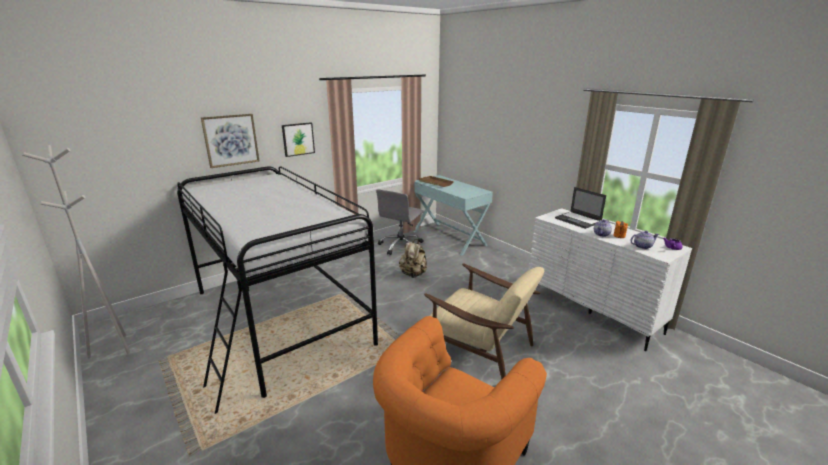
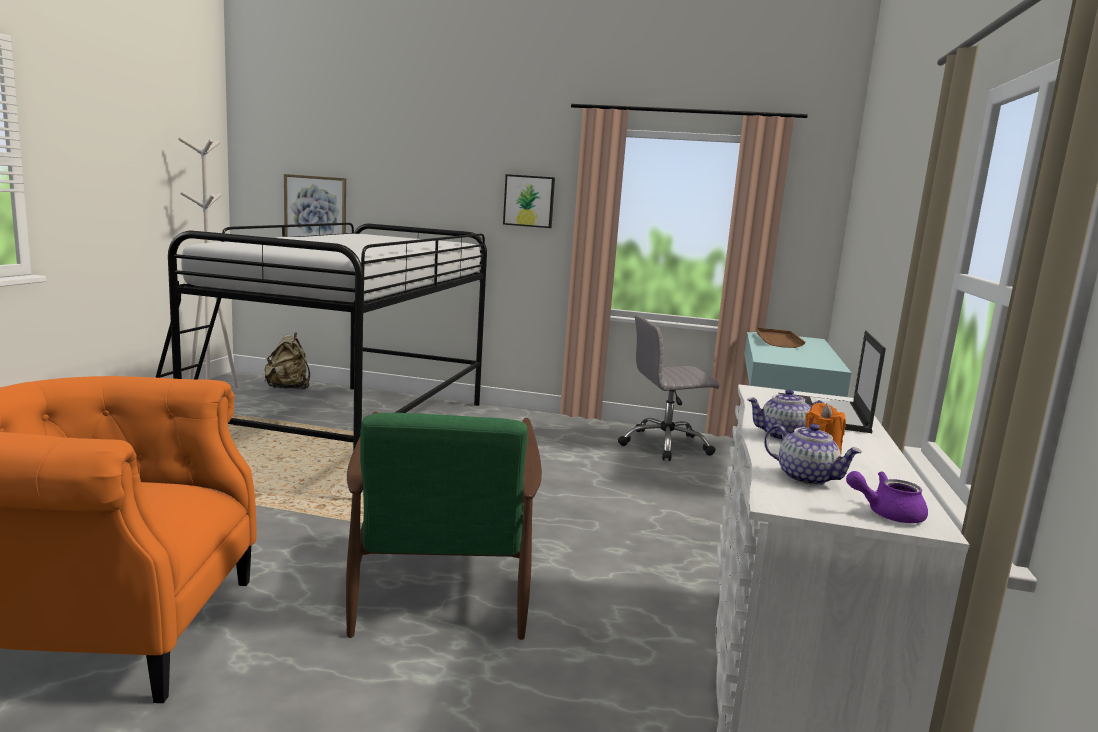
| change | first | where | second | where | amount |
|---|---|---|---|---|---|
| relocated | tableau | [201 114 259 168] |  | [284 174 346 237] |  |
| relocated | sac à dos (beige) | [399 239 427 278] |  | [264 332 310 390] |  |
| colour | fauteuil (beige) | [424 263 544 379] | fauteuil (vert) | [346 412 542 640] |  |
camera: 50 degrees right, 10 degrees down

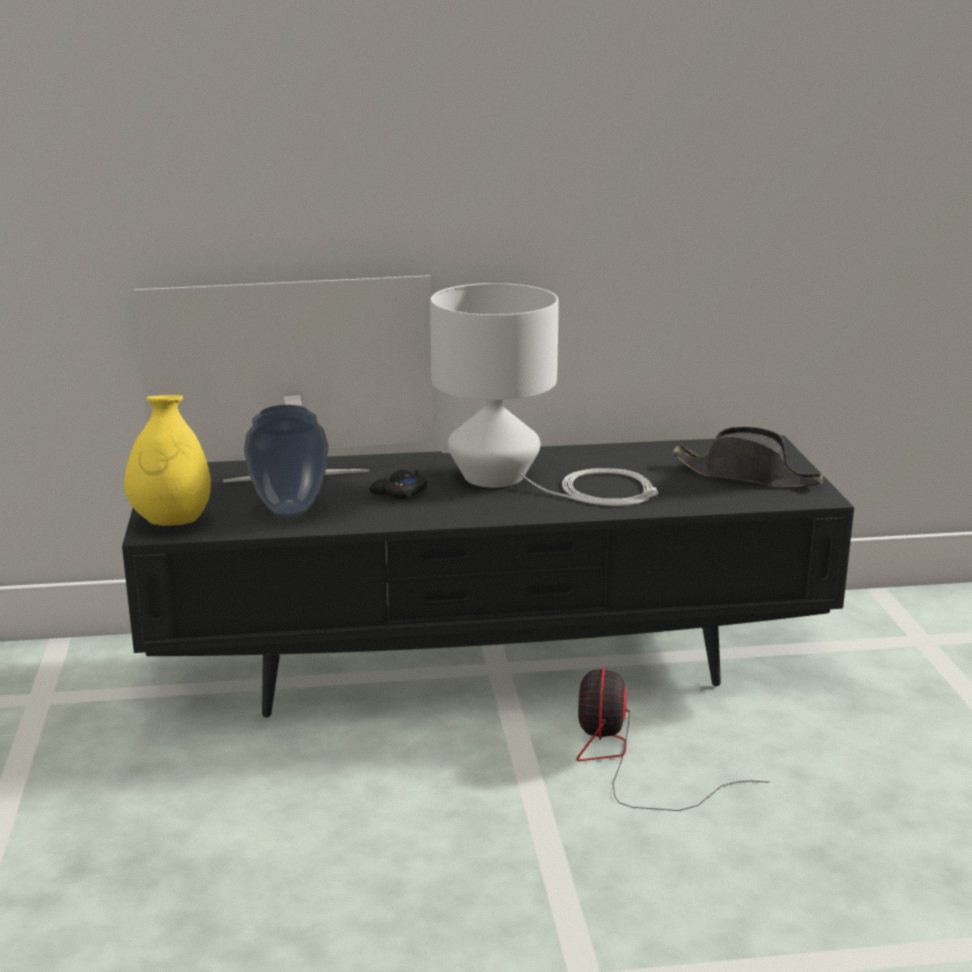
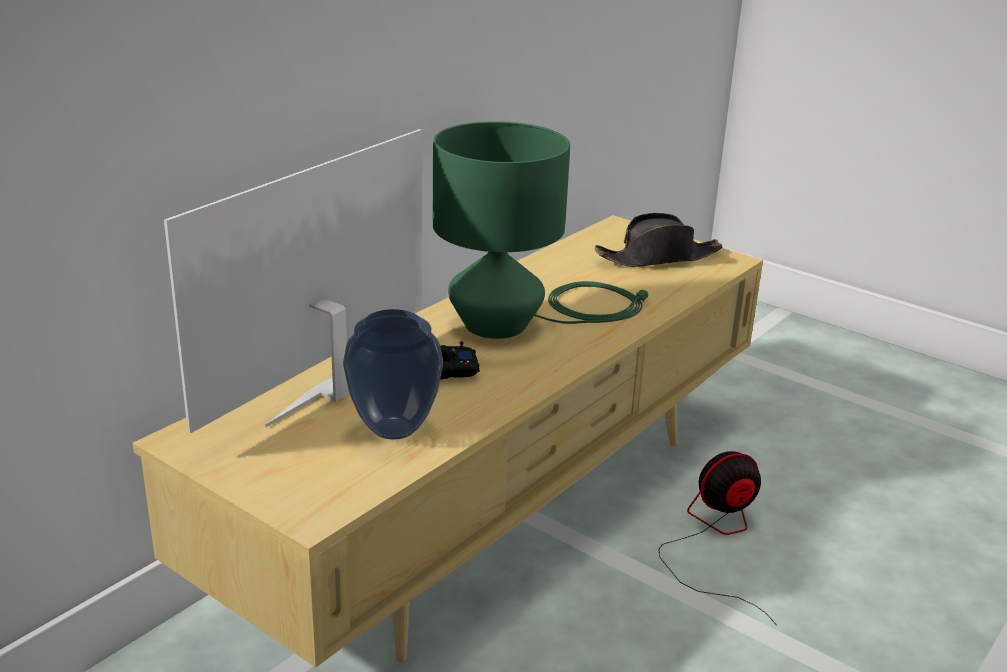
| change | first | where | second | where | amount |
|---|---|---|---|---|---|
| missing | vase (jaune) | [124 395 211 526] |  |  |  |
| colour | meuble télé (noir) | [122 435 854 718] | meuble télé (beige) | [132 215 763 668] |  |
| colour | lampe de table (gris) | [430 283 658 506] | lampe de table (vert) | [433 121 648 339] |  |
| spun | ventilateur | [576 667 770 811] |  | [659 451 777 626] | 105 degrees clockwise |
camera: 45 degrees left, 5 degrees up

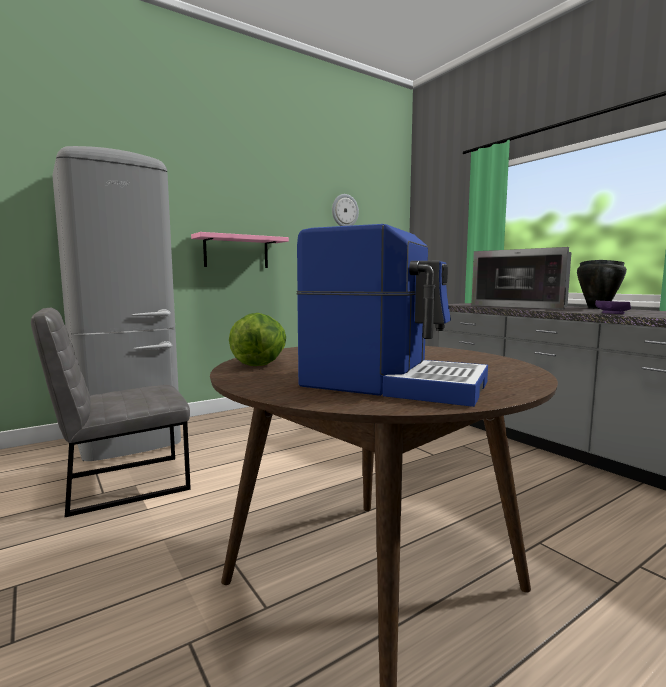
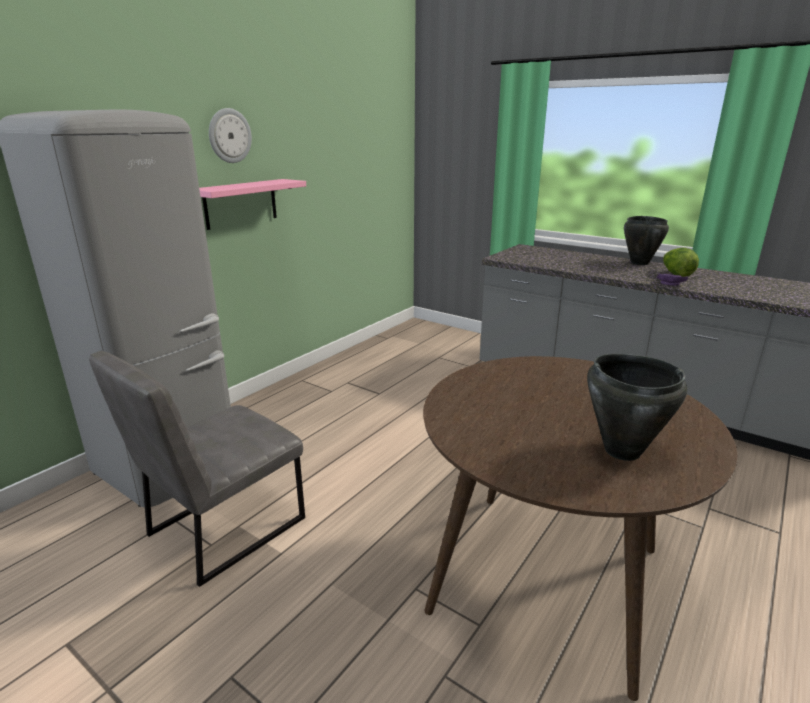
| change | first | where | second | where | amount |
|---|---|---|---|---|---|
| missing | micro-ondes | [471 247 571 310] |  |  |  |
| relocated | laitue | [229 313 286 366] |  | [663 248 699 277] |  |
| relocated | horloge murale | [332 194 359 226] |  | [209 108 252 163] |  |
| exchanged | machine à café | [296 224 488 407] | marmite (noir) | [587 354 687 461] |  |
camera: 20 degrees left, 15 degrees up

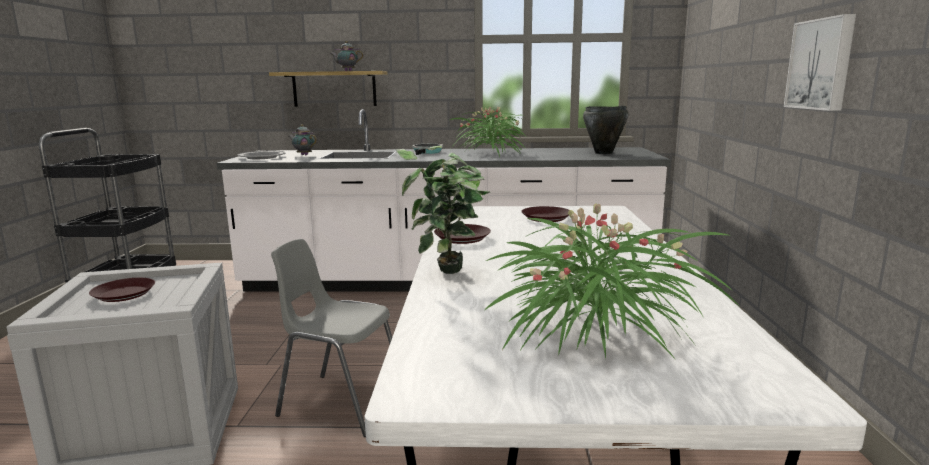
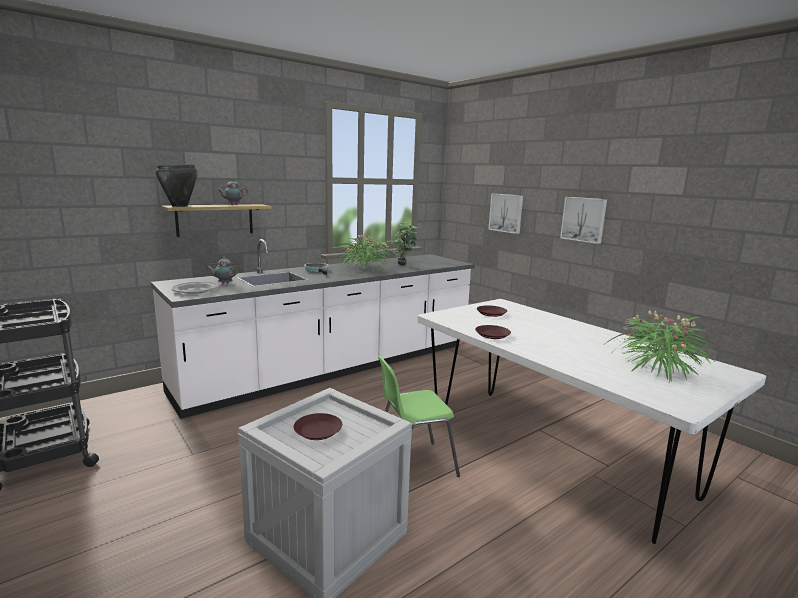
| change | first | where | second | where | amount |
|---|---|---|---|---|---|
| appeared |  |  | tableau | [488 193 523 234] |  |
| relocated | plante en pot | [396 146 490 274] |  | [392 222 419 265] |  |
| relocated | marmite (noir) | [583 106 628 154] |  | [156 165 197 207] |  |
| colour | chaise (gris) | [271 239 392 437] | chaise (vert) | [378 356 460 477] |  |
camera: 40 degrees left, 0 degrees up

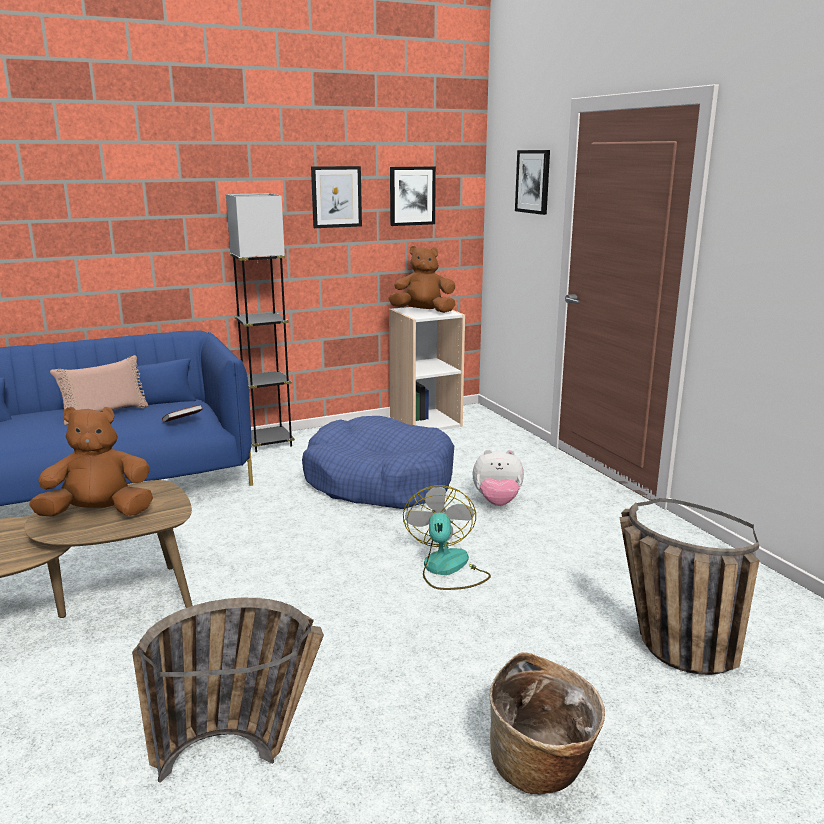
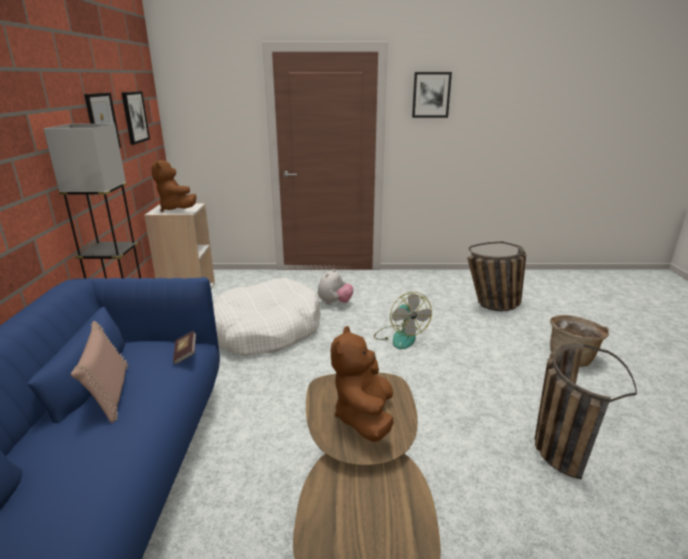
| change | first | where | second | where | amount |
|---|---|---|---|---|---|
| relocated | tableau | [515 150 550 215] |  | [412 72 452 118] |  |
| colour | panier pour chien (bleu) | [302 416 454 509] | panier pour chien (blanc) | [213 278 321 356] |  |
| spun | peluche (marron) | [388 246 456 313] |  | [151 159 197 212] | 60 degrees counterclockwise |
| spun | ventilateur | [403 485 491 590] |  | [374 292 432 349] | 135 degrees counterclockwise |
camera: 65 degrees left, 5 degrees up

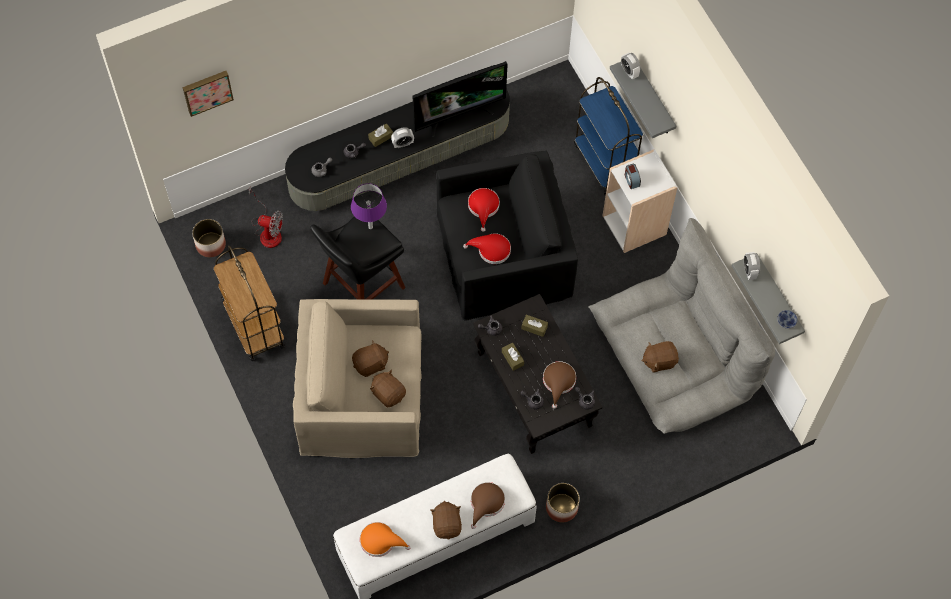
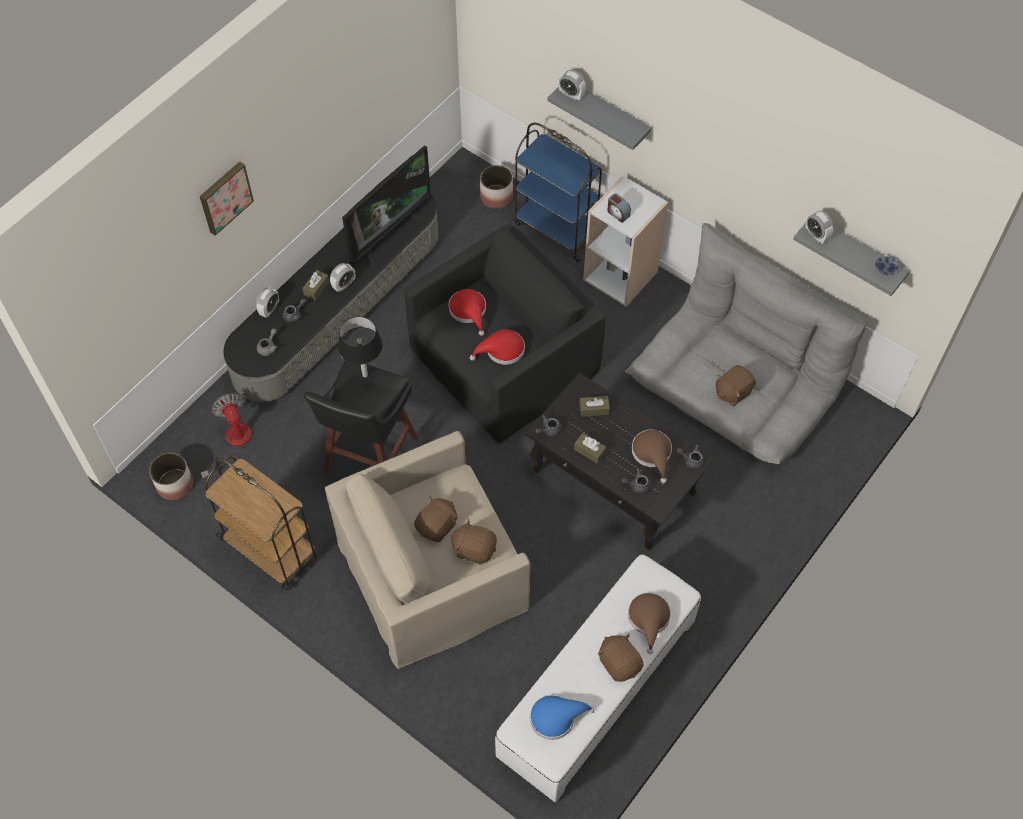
| change | first | where | second | where | amount |
|---|---|---|---|---|---|
| appeared |  |  | réveil | [256 287 279 318] |  |
| relocated | tableau | [183 71 234 117] |  | [200 162 254 236] |  |
| relocated | cache-pot | [546 483 580 522] |  | [480 165 513 209] |  |
| colour | lampe de table (violet) | [351 183 387 229] | lampe de table (noir) | [338 316 383 378] |  |
| colour | chapeau (orange) | [360 522 410 557] | chapeau (bleu) | [530 695 595 740] |  |
| spun | ventilateur | [248 186 283 248] |  | [201 393 252 478] | 105 degrees counterclockwise |
camera: 25 degrees left, 5 degrees down

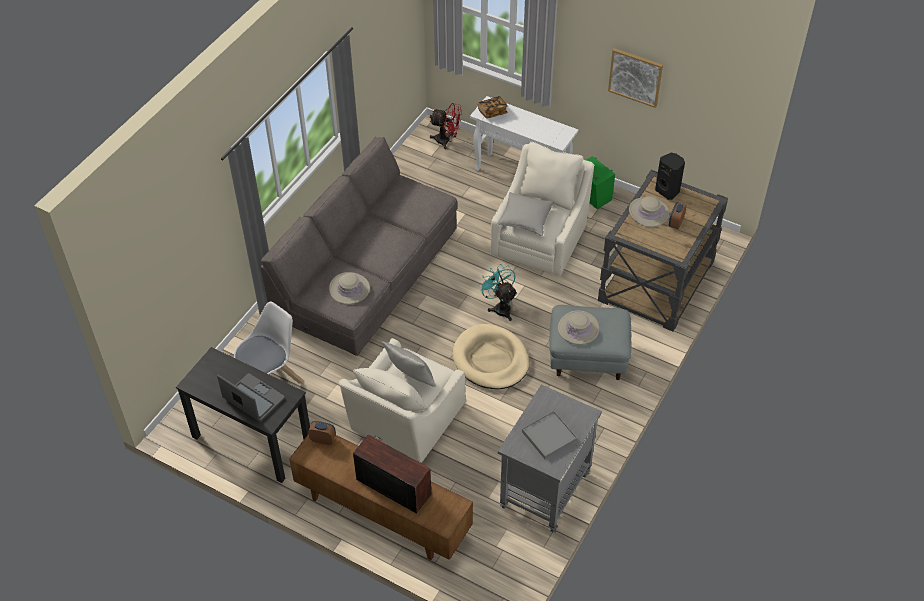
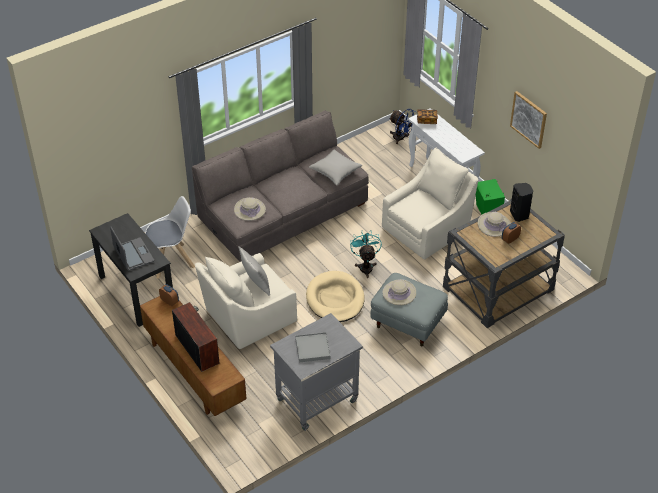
| change | first | where | second | where | amount |
|---|---|---|---|---|---|
| relocated | coussin (gris) | [497 192 554 236] |  | [309 149 362 185] |  |
| colour | ventilateur (rouge) | [430 103 462 149] | ventilateur (bleu) | [389 109 417 144] |  |
camera: 25 degrees right, 5 degrees down

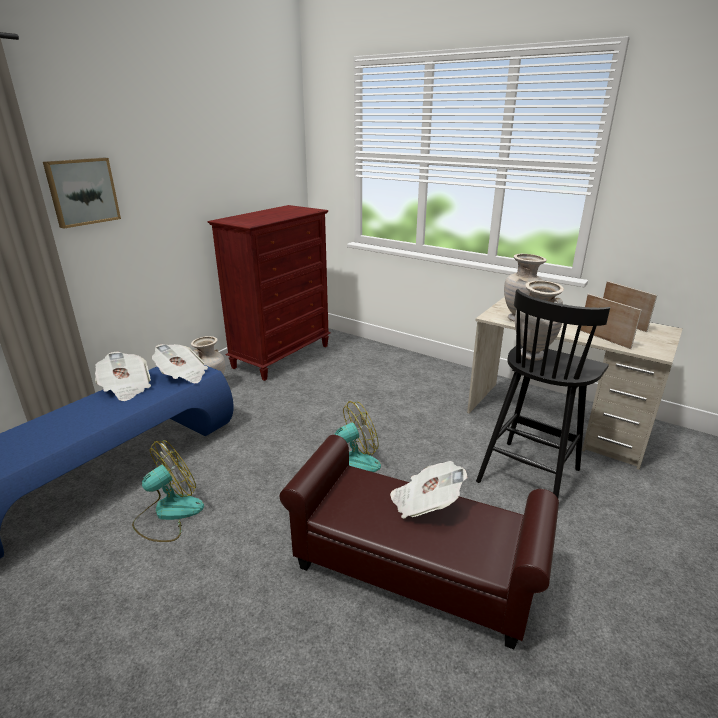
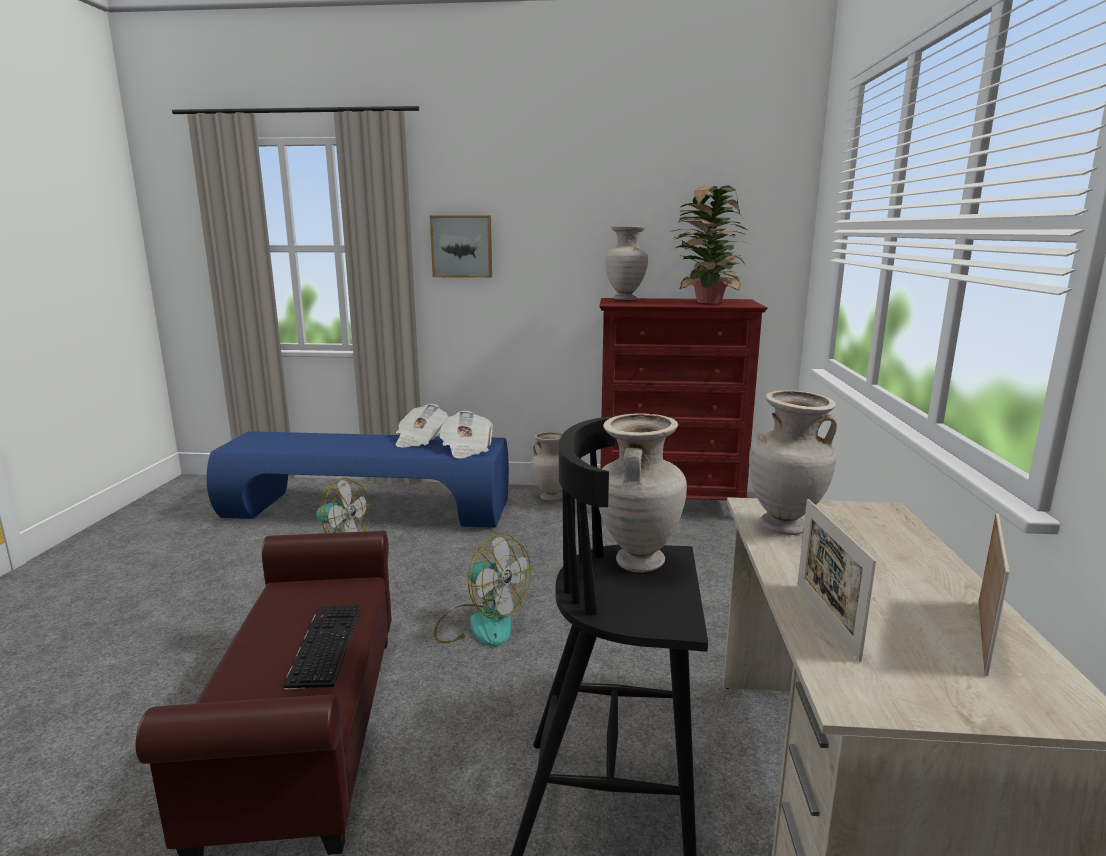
| change | first | where | second | where | amount |
|---|---|---|---|---|---|
| appeared |  |  | vase (beige) | [605 226 648 300] |  |
| appeared |  |  | plante en pot | [671 185 752 303] |  |
| exchanged | journal | [390 461 467 519] | clavier | [284 605 361 690] |  |
| spun | cadre photo | [580 294 642 349] |  | [797 499 876 662] | 150 degrees clockwise |
camera: 60 degrees right, 10 degrees down

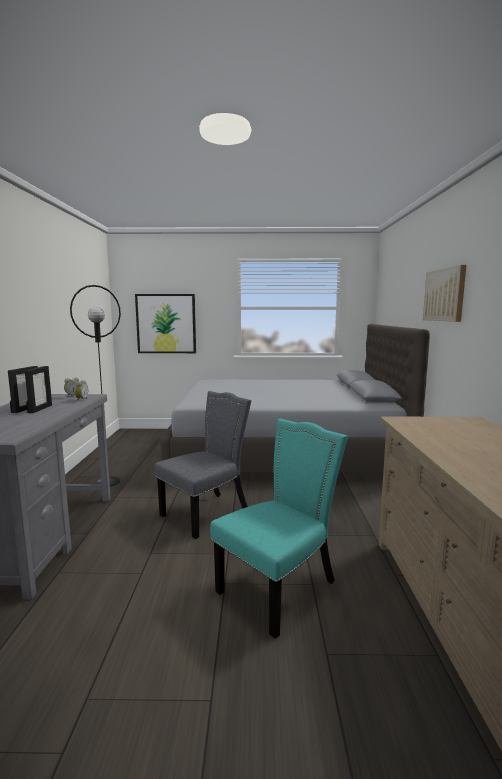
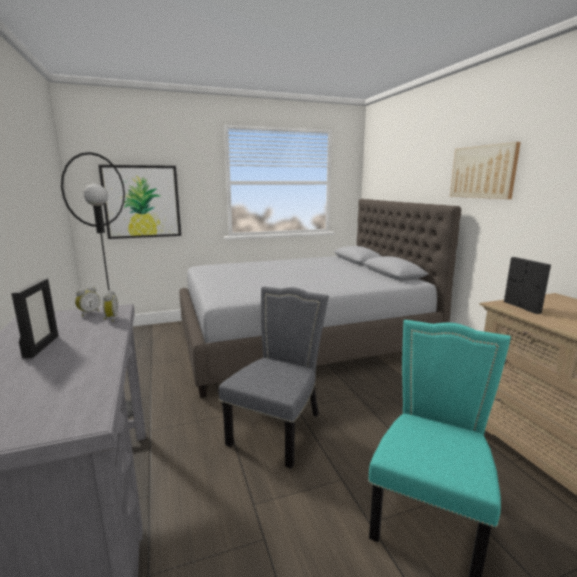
| change | first | where | second | where | amount |
|---|---|---|---|---|---|
| relocated | cadre photo | [25 366 52 413] |  | [504 257 551 314] |  |
camera: 20 degrees left, 5 degrees up

